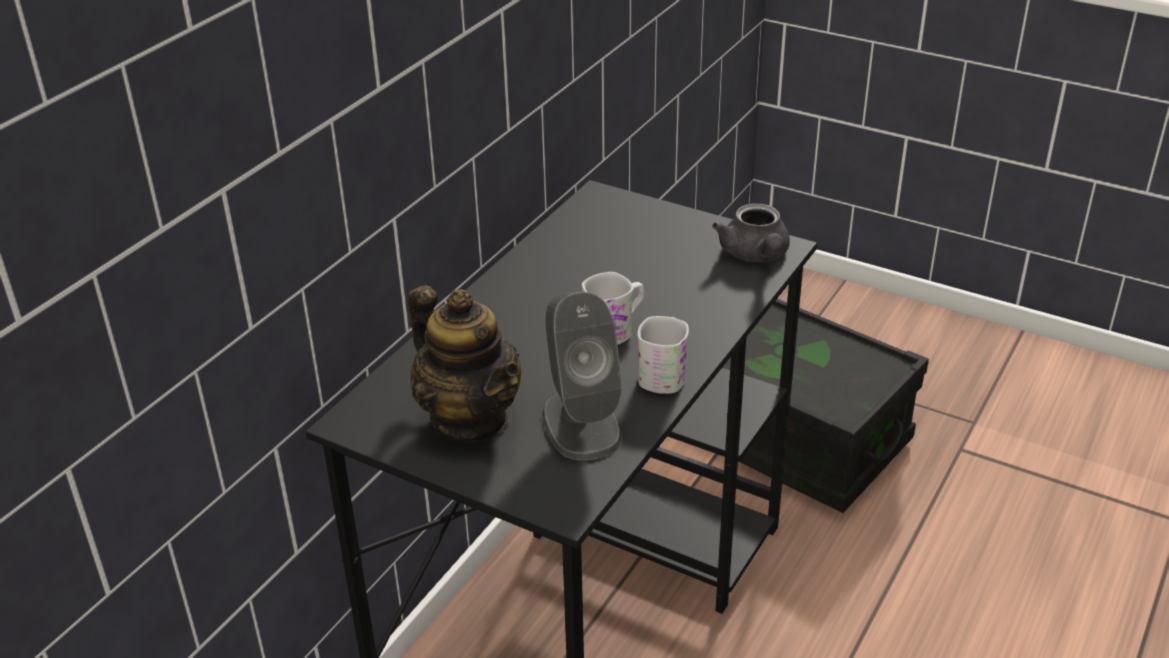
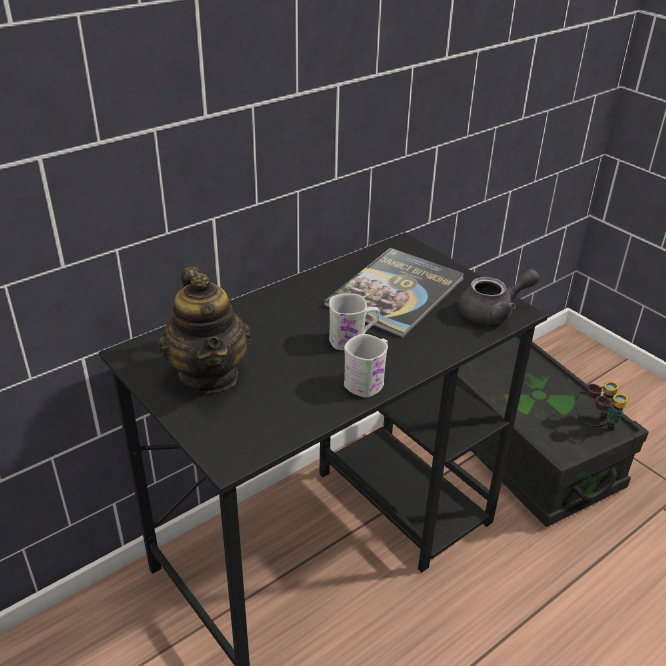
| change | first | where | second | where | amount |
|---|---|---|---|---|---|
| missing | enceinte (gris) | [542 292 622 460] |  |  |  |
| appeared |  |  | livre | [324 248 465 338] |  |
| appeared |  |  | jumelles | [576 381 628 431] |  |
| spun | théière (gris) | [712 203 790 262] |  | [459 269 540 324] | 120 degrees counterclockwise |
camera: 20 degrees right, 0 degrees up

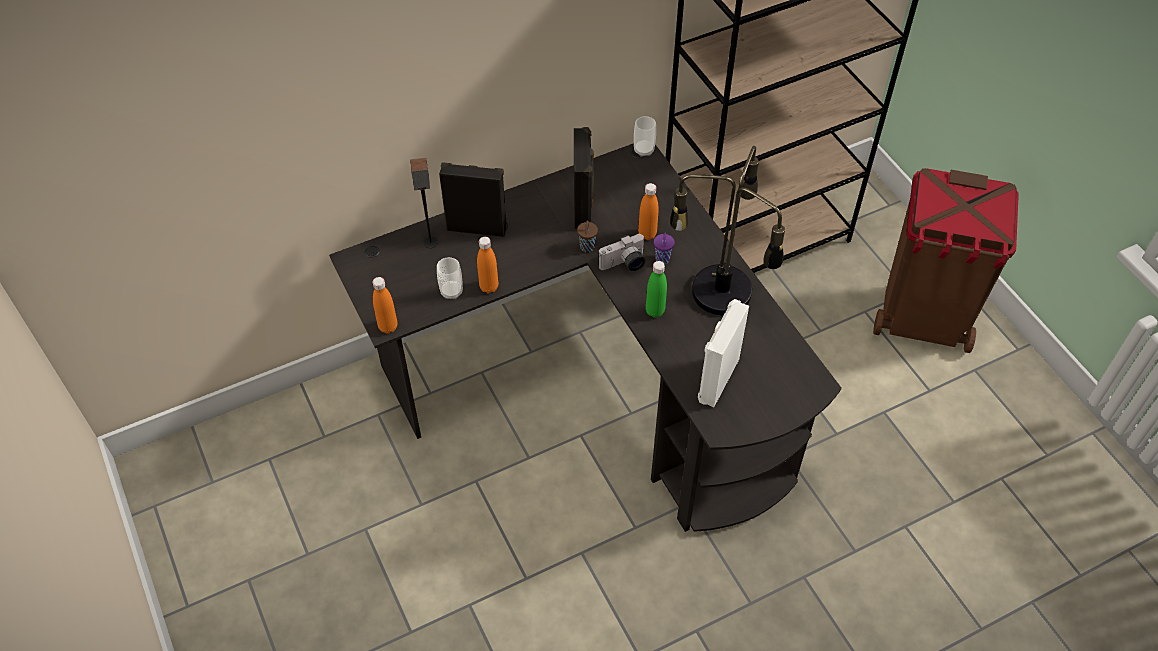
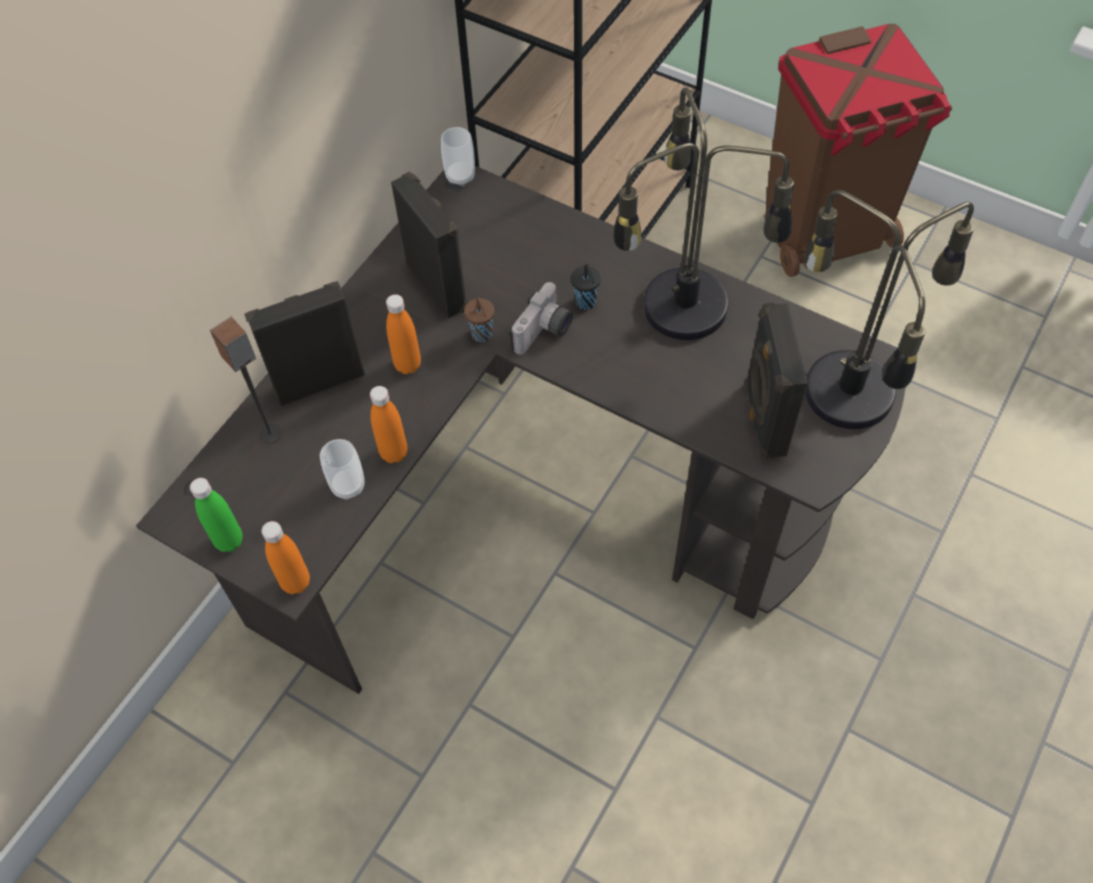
| change | first | where | second | where | amount |
|---|---|---|---|---|---|
| appeared |  |  | lampe de table | [804 190 974 429] |  |
| relocated | bouteille (orange) | [638 183 659 240] |  | [386 294 421 374] |  |
| relocated | bouteille (vert) | [646 261 667 318] |  | [190 478 243 552] |  |
| colour | tasse (violet) | [654 233 675 264] | tasse (noir) | [571 264 601 310] |  |
| colour | enceinte (blanc) | [698 299 749 407] | enceinte (noir) | [745 302 808 460] |  |
camera: 30 degrees left, 5 degrees up

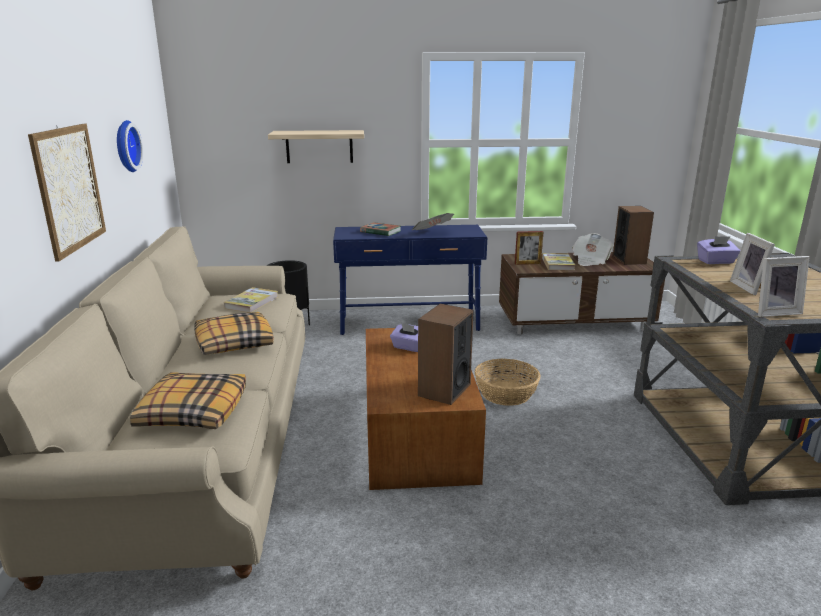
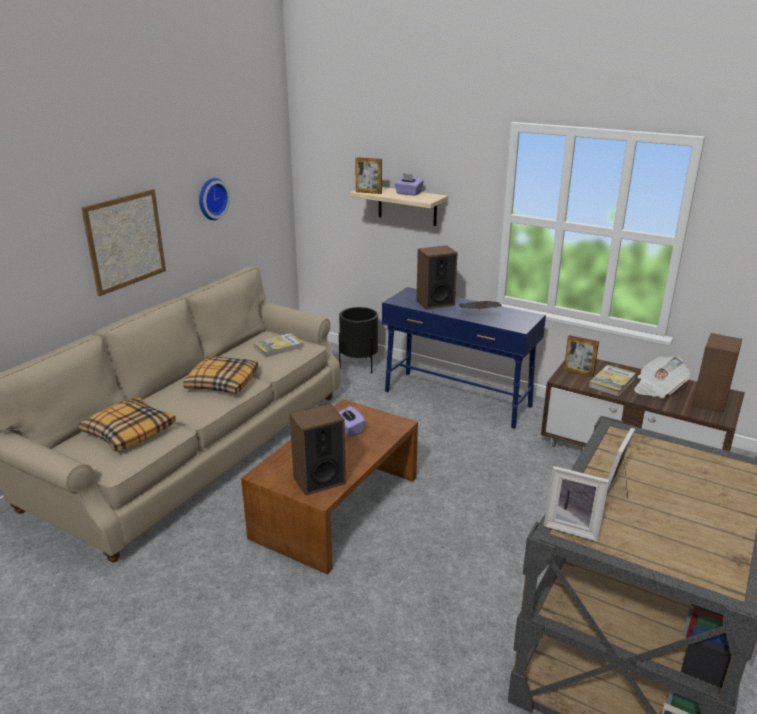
| change | first | where | second | where | amount |
|---|---|---|---|---|---|
| missing | panier | [475 358 541 406] |  |  |  |
| appeared |  |  | cadre photo | [355 157 382 194] |  |
| relocated | boîte à mouchoirs (violet) | [697 236 740 264] |  | [394 173 424 196] |  |
| exchanged | livre | [360 222 401 236] | enceinte | [416 246 457 309] |  |
camera: 35 degrees right, 5 degrees up

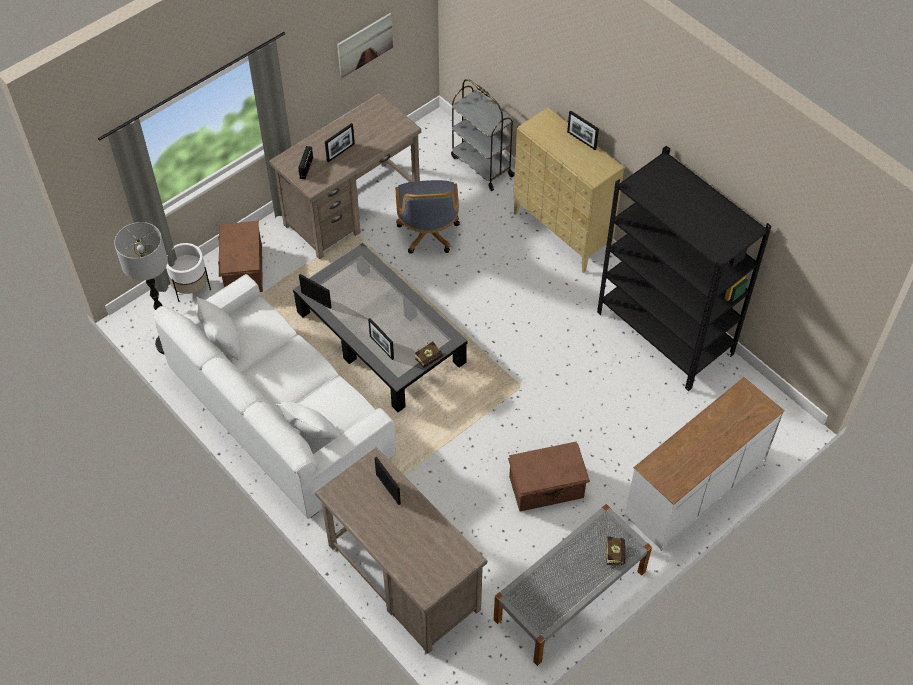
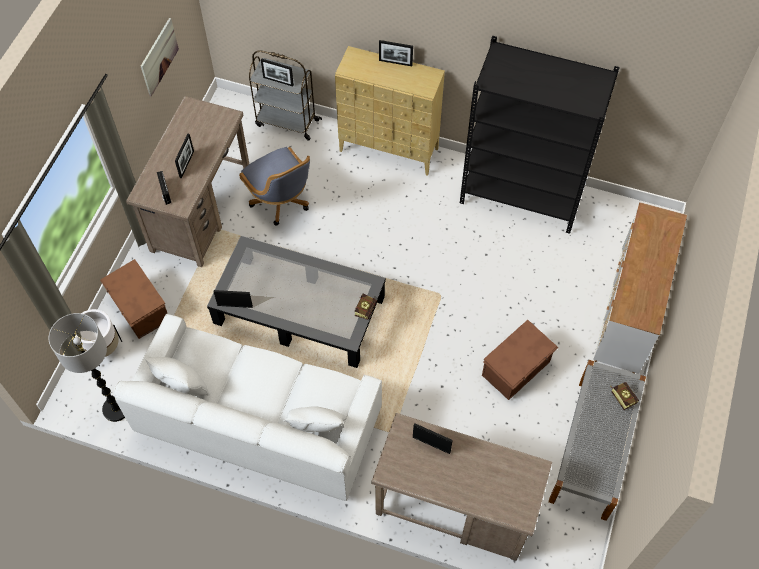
| change | first | where | second | where | amount |
|---|---|---|---|---|---|
| relocated | cadre photo | [368 318 394 360] |  | [261 58 294 86] |  |
camera: 30 degrees left, 5 degrees up

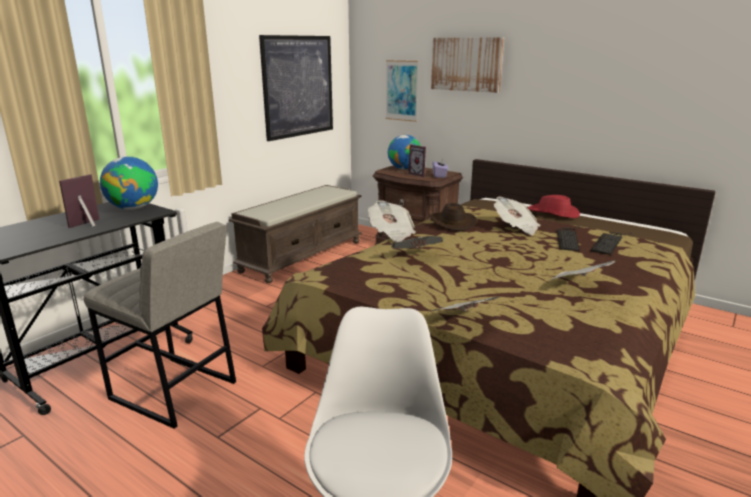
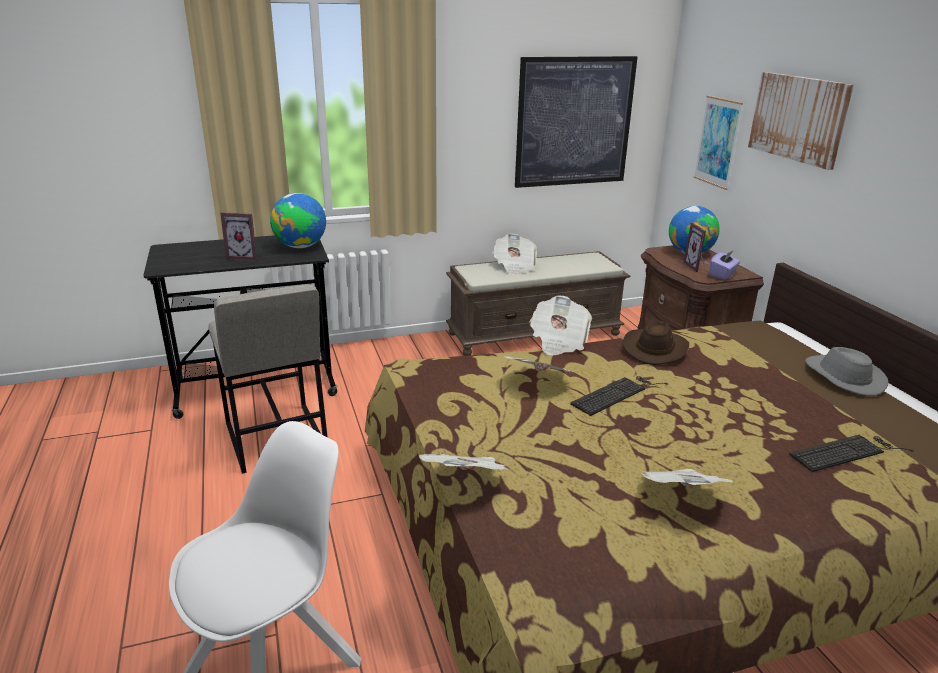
| change | first | where | second | where | amount |
|---|---|---|---|---|---|
| relocated | journal | [494 197 540 235] |  | [493 233 537 275] |  |
| relocated | clavier | [557 226 580 251] |  | [570 376 668 416] |  |
| colour | chapeau (rouge) | [528 195 580 218] | chapeau (gris) | [805 347 889 396] |  |
| spun | cadre photo | [59 174 99 228] |  | [220 212 257 261] | 150 degrees counterclockwise |
camera: 35 degrees right, 5 degrees up

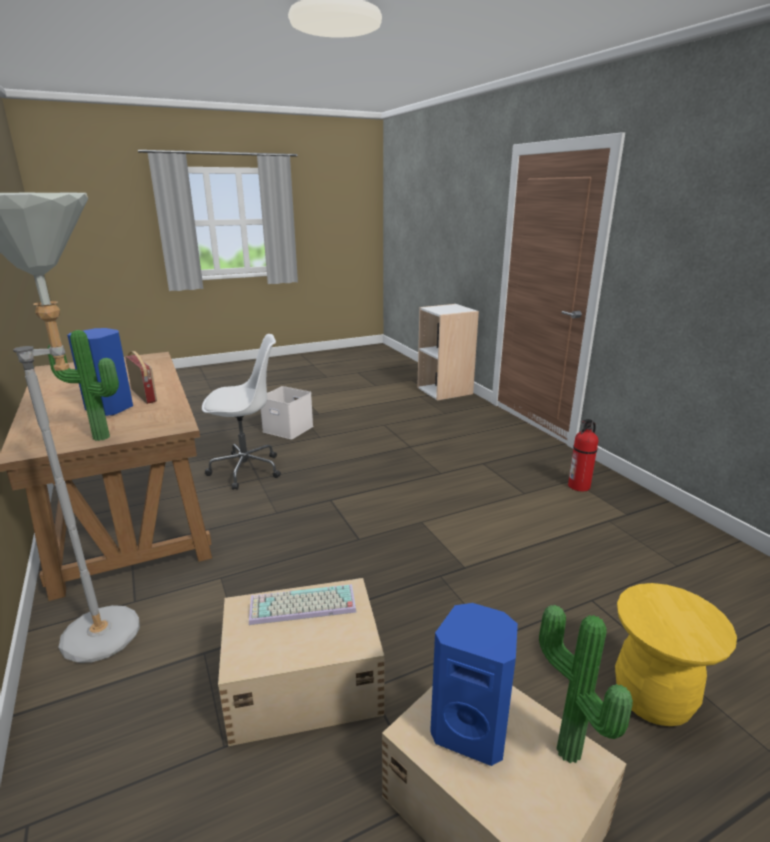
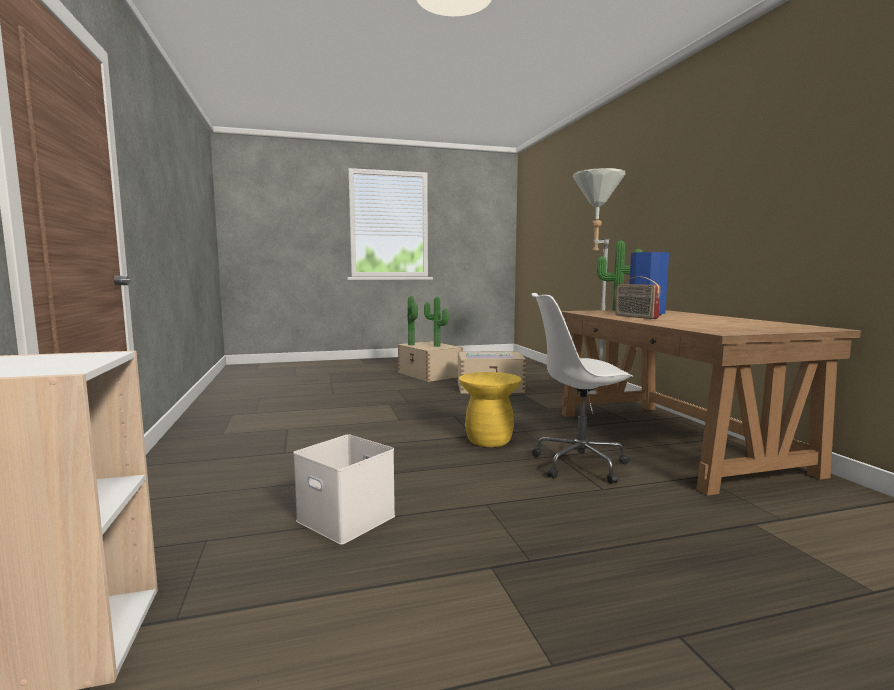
| change | first | where | second | where | amount |
|---|---|---|---|---|---|
| missing | extincteur | [568 419 598 492] |  |  |  |
| relocated | boîte de rangement (blanc) | [261 386 313 439] |  | [293 434 395 545] |  |
| relocated | tabouret (jaune) | [615 583 737 726] |  | [459 372 522 447] |  |
| exchanged | enceinte (bleu) | [430 603 518 766] | plante en pot | [424 297 449 347] |  |
camera: 170 degrees left, 15 degrees down

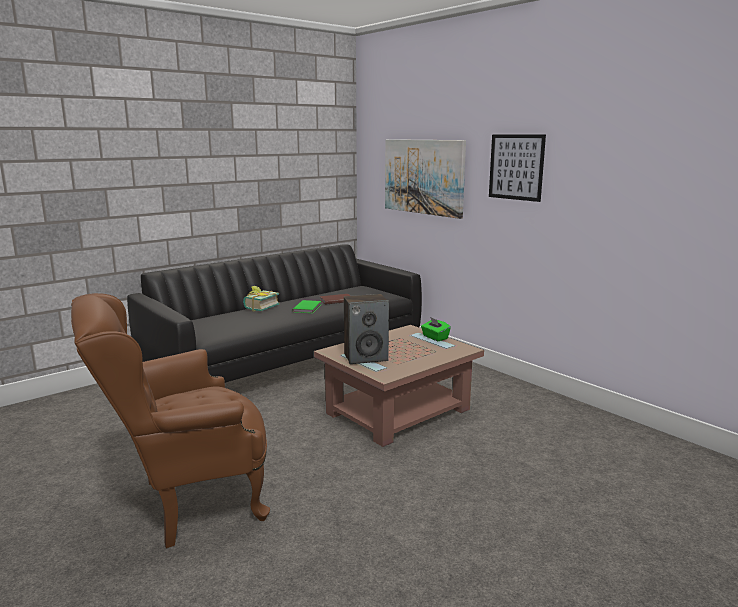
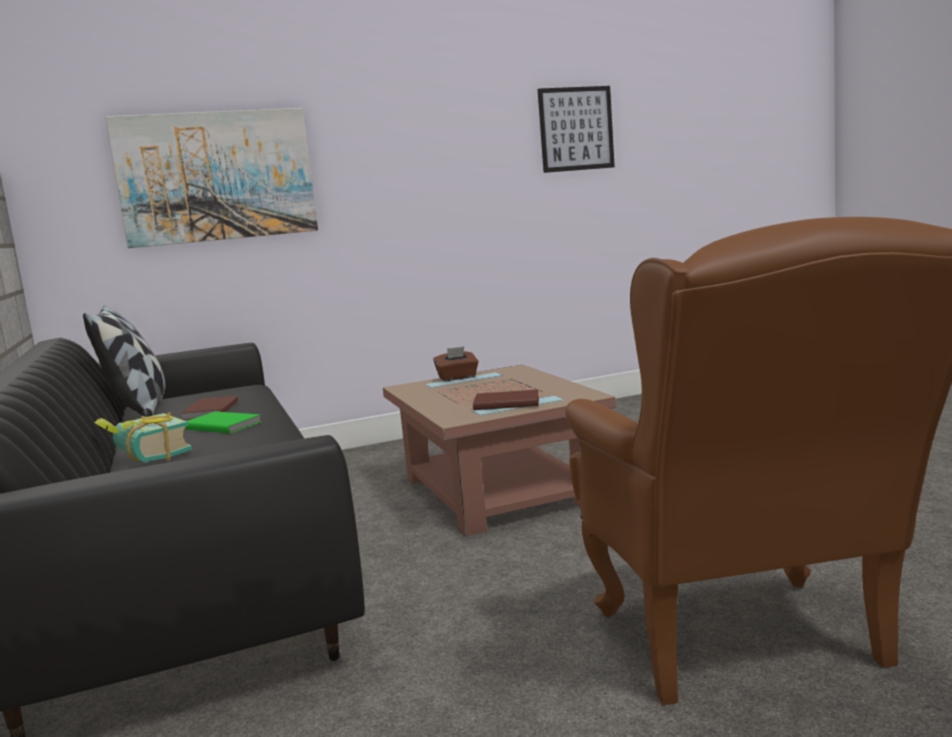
| change | first | where | second | where | amount |
|---|---|---|---|---|---|
| appeared |  |  | coussin | [83 305 165 417] |  |
| relocated | tableau | [489 135 546 202] |  | [538 86 615 173] |  |
| exchanged | enceinte | [344 294 389 364] | livre (marron) | [473 389 539 410] |  |
| colour | boîte à mouchoirs (vert) | [421 317 451 341] | boîte à mouchoirs (marron) | [433 347 479 381] |  |
camera: 70 degrees left, 5 degrees down

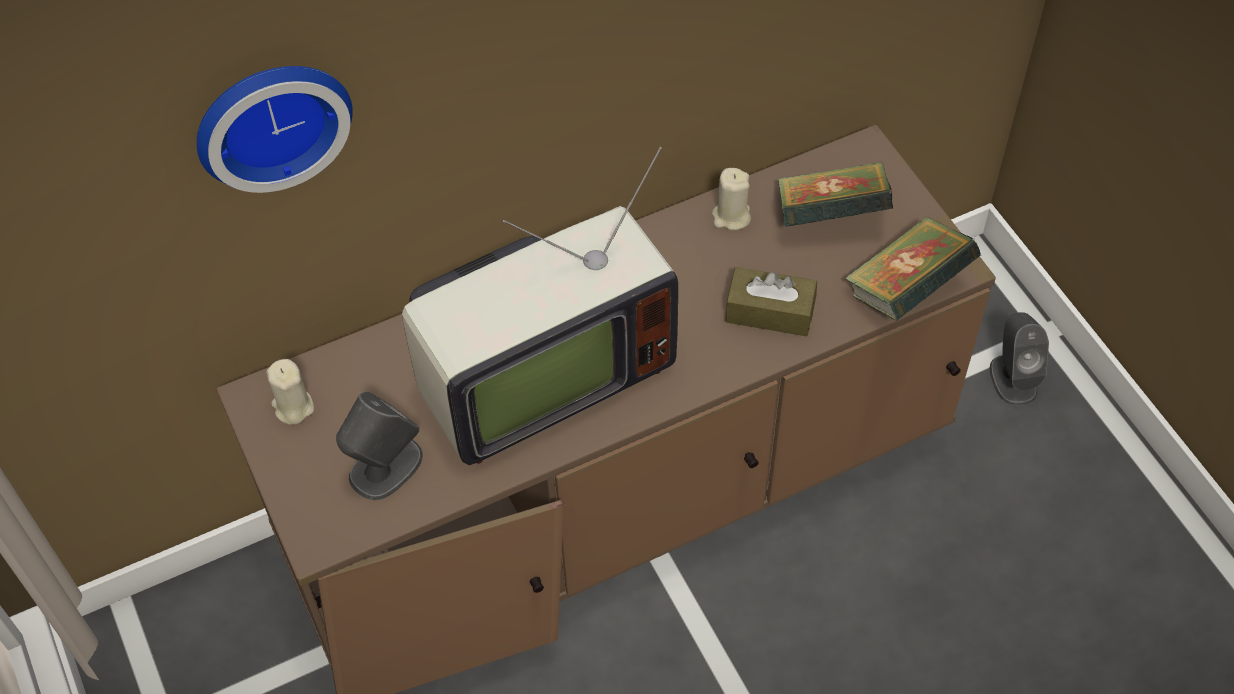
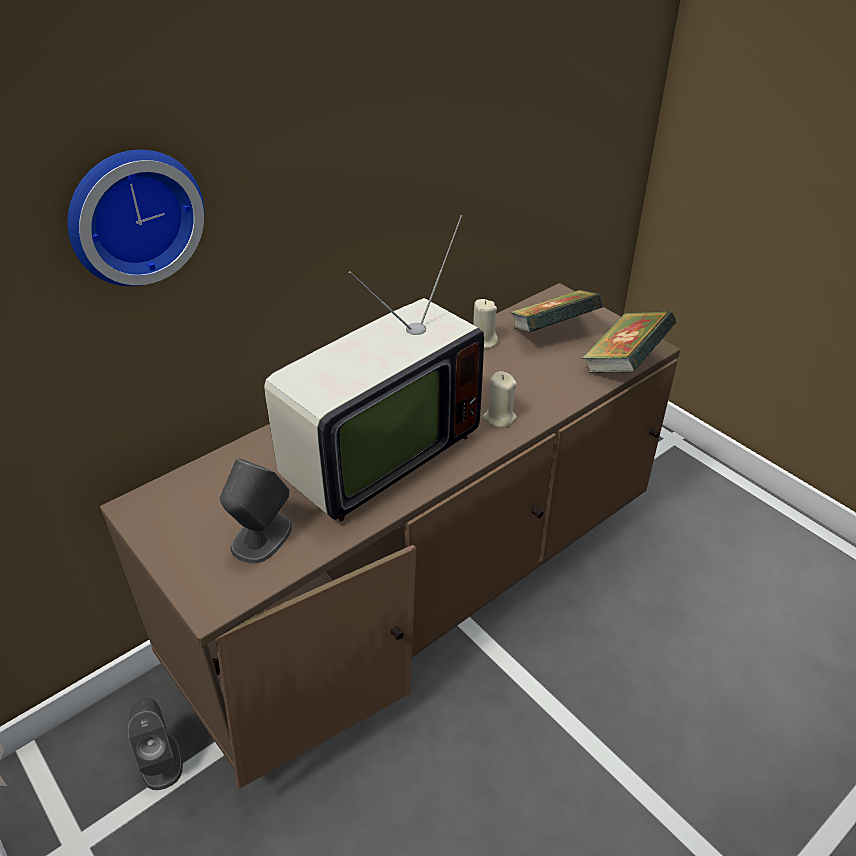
| change | first | where | second | where | amount |
|---|---|---|---|---|---|
| missing | boîte à mouchoirs (marron) | [725 267 817 336] |  |  |  |
| relocated | bougie (beige) | [266 359 314 425] |  | [482 371 517 428] |  |
| relocated | enceinte (gris) | [990 312 1049 406] |  | [128 698 183 790] |  |
camera: 15 degrees left, 15 degrees down

